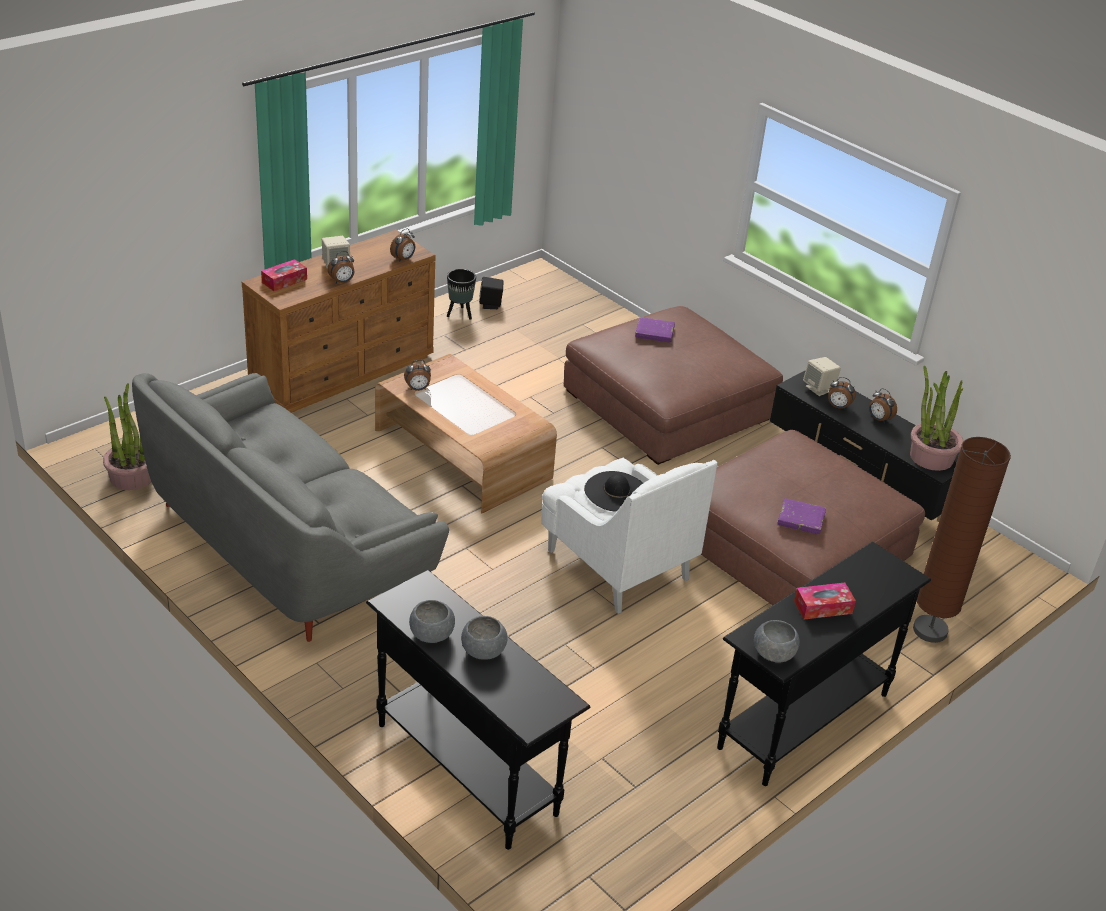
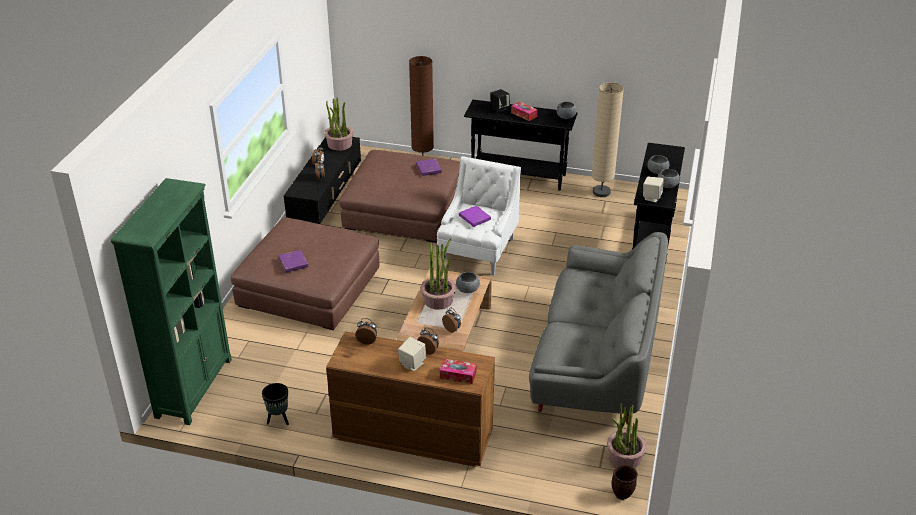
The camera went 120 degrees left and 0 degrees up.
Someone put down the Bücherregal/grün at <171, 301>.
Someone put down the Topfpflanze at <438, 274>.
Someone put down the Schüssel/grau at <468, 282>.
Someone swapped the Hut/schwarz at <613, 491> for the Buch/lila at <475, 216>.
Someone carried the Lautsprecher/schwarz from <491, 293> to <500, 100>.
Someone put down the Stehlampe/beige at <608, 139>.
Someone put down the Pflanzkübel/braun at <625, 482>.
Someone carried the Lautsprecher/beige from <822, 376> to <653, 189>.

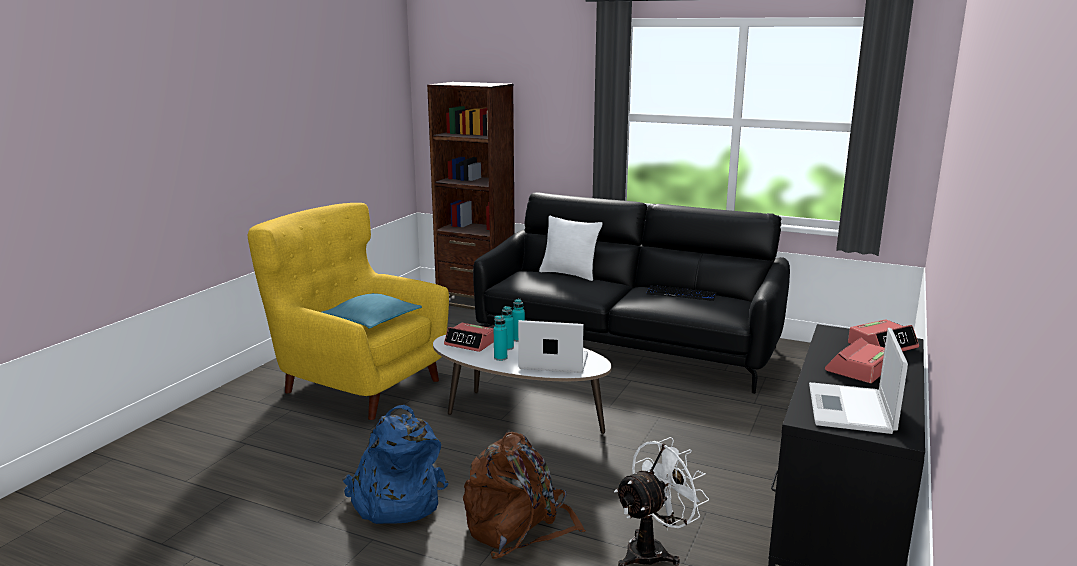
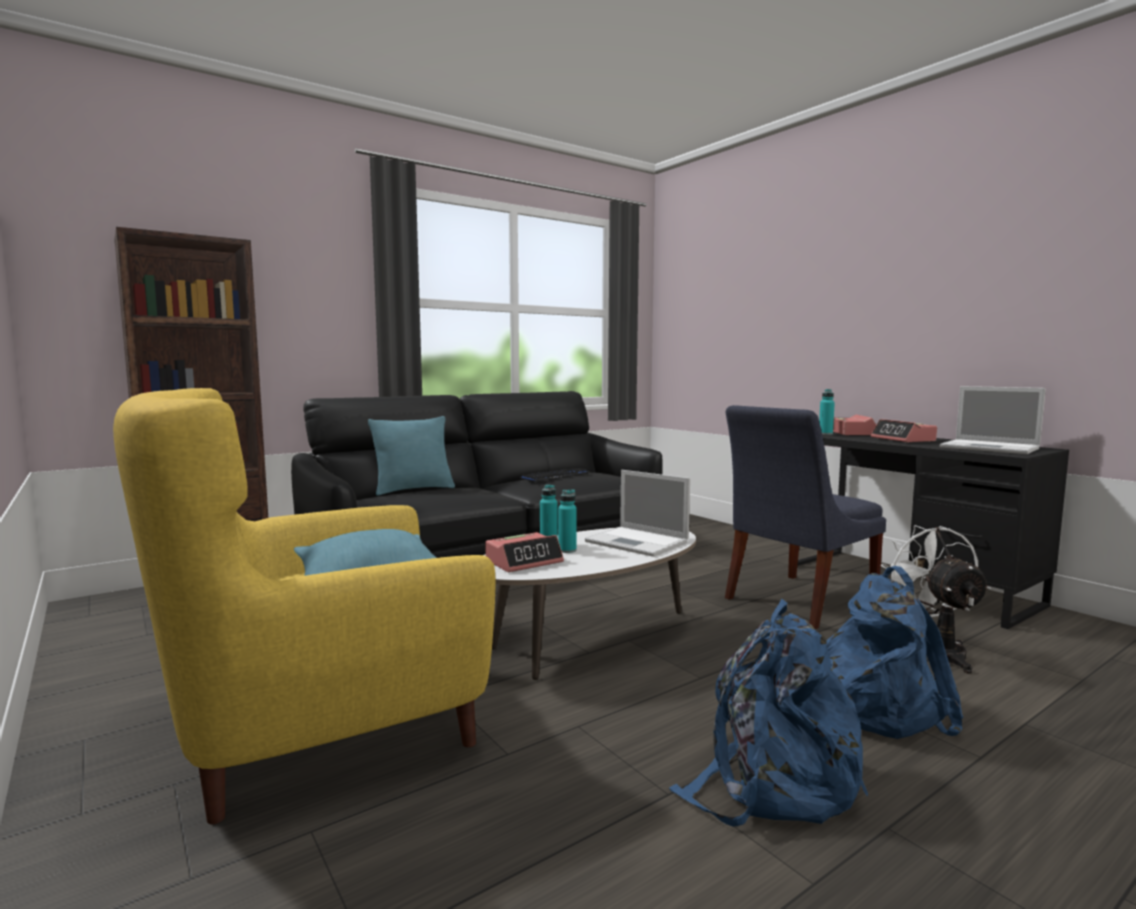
The camera went 60 degrees left and 10 degrees down.
Someone repainted the Kissen/weiß at <571, 248>, which became the Kissen/türkis at <411, 455>.
Someone rotated the Laptop at <553, 346> by 90 degrees counterclockwise.
Someone put down the Stuhl/blau at <805, 517>.
Someone carried the Flasche/türkis from <500, 338> to <827, 412>.
Someone repainted the Rucksack/braun at <524, 495>, which became the Rucksack/blau at <895, 652>.

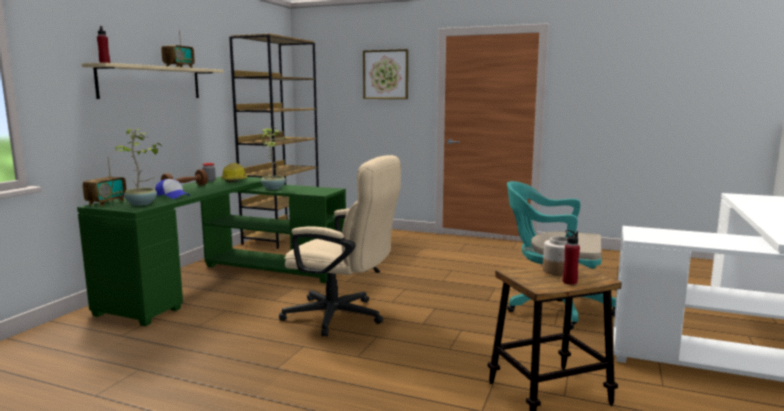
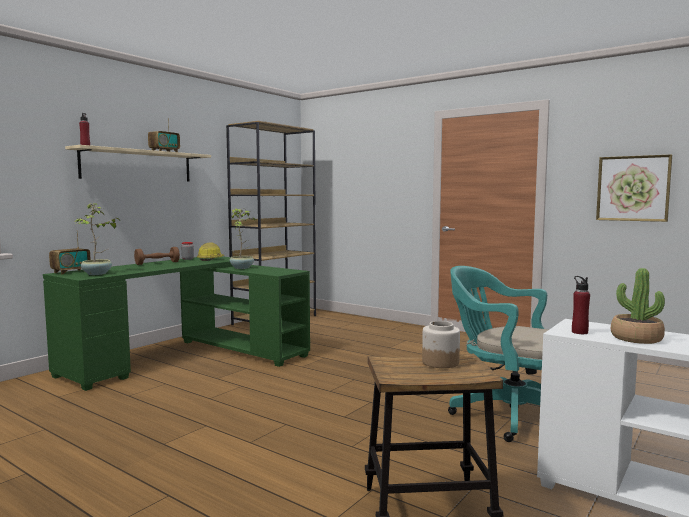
The camera went 15 degrees right and 5 degrees down.
Someone carried the Flasche/rot from <571, 257> to <581, 305>.
Someone carried the Bild from <385, 74> to <634, 188>.
Someone put down the Topfpflanze at <638, 306>.
Someone took away the Kappe at <172, 189>.
Someone took away the Bürostuhl/beige at <340, 246>.

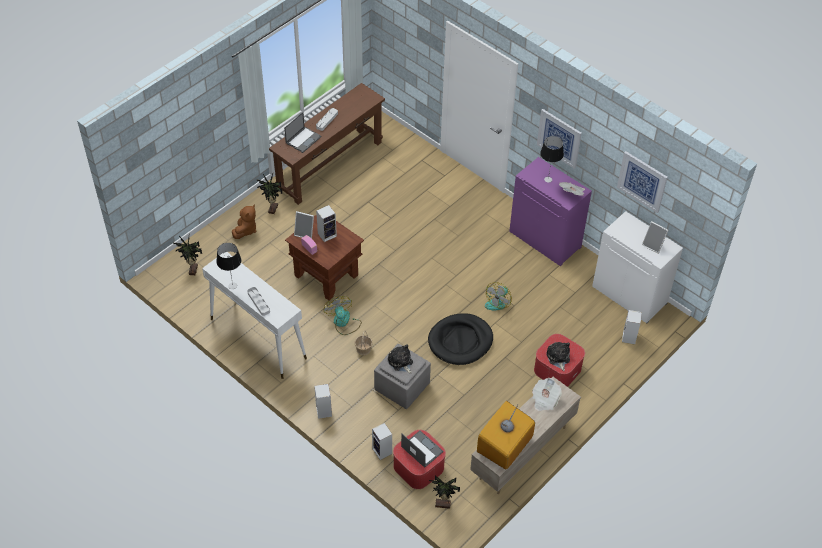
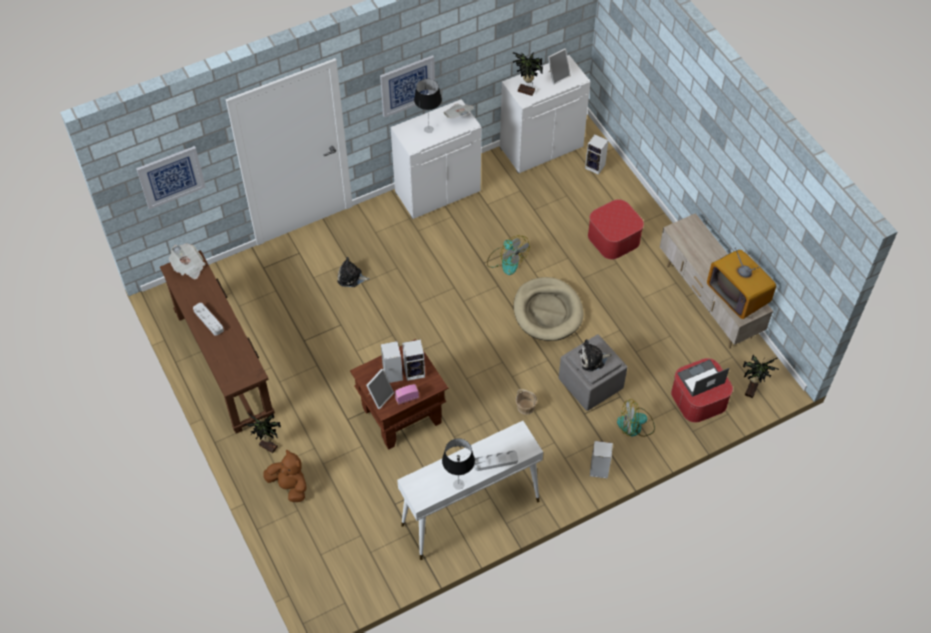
The camera went 70 degrees left and 5 degrees up.
Someone carried the Bild from <642, 182> to <171, 178>.
Someone carried the Zeitung from <547, 394> to <187, 261>.
Someone carried the Plüschtier from <558, 356> to <353, 272>.
Someone repainted the Schrank/lila at <550, 211>, which became the Schrank/weiß at <436, 159>.
Someone carried the Lautsprecher from <382, 441> to <413, 360>.
Someone carried the Topfpflanze from <187, 254> to <528, 74>.
Someone repainted the Hundebett/schwarz at <460, 339>, which became the Hundebett/beige at <548, 309>.
Someone carried the Ventilator from <343, 315> to <636, 418>.
Someone took away the Laptop at <302, 132>.

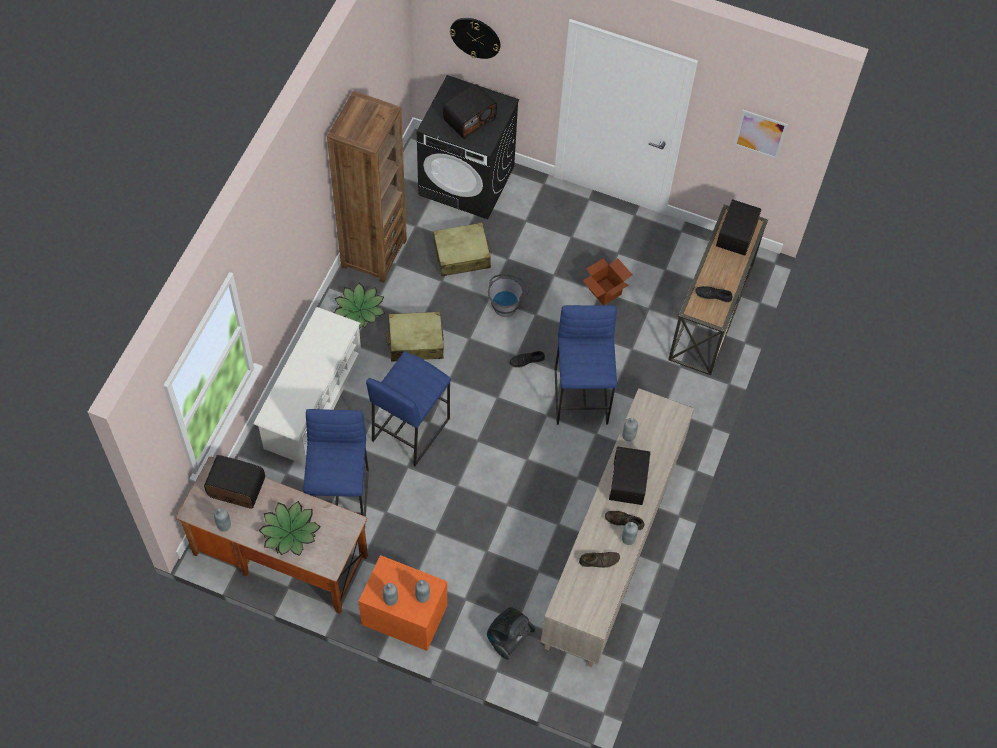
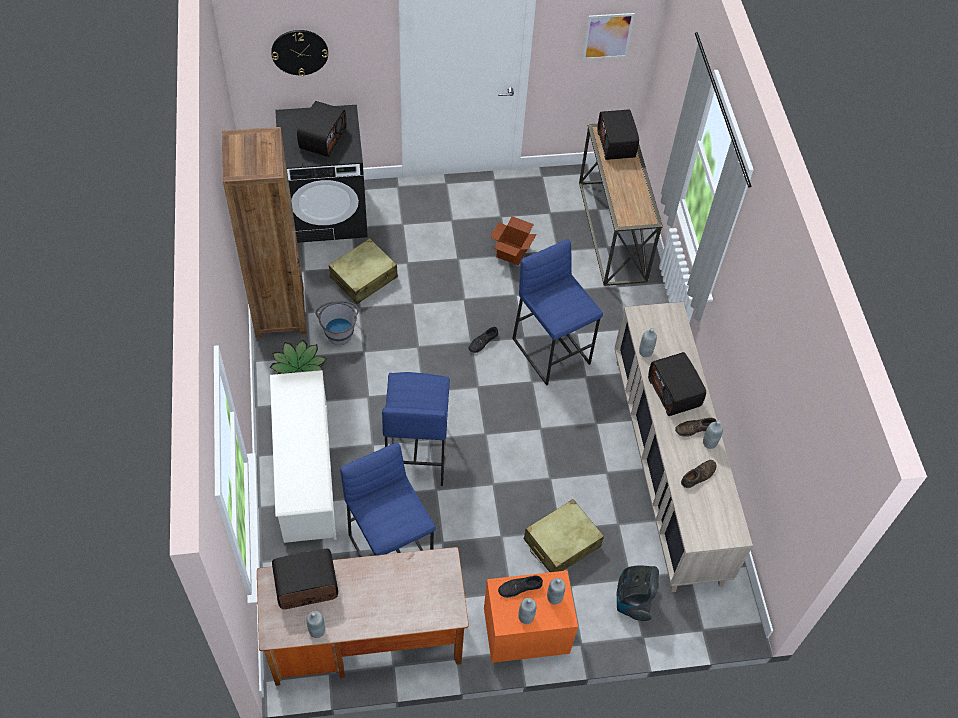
The camera went 30 degrees left and 5 degrees down.
Someone carried the Eimer/grau from <508, 295> to <337, 323>.
Someone carried the Schuh/schwarz from <714, 294> to <520, 587>.
Someone carried the Koffer/beige from <414, 336> to <564, 535>.
Someone took away the Topfpflanze at <290, 528>.

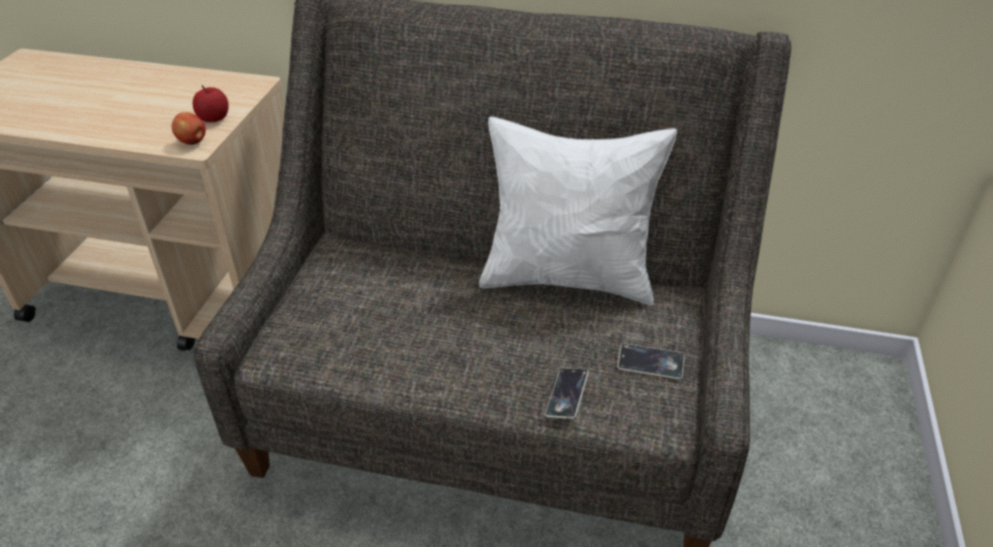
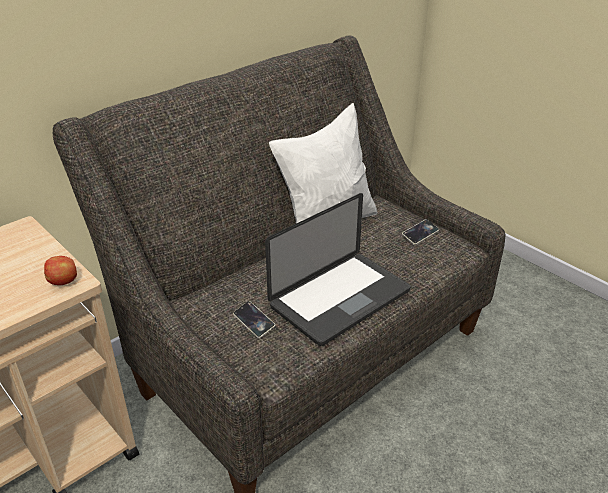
The camera went 55 degrees left and 5 degrees down.
Someone carried the Handy from <567, 394> to <254, 319>.
Someone put down the Laptop at <338, 269>.
Someone took away the Apfel at <211, 103>.

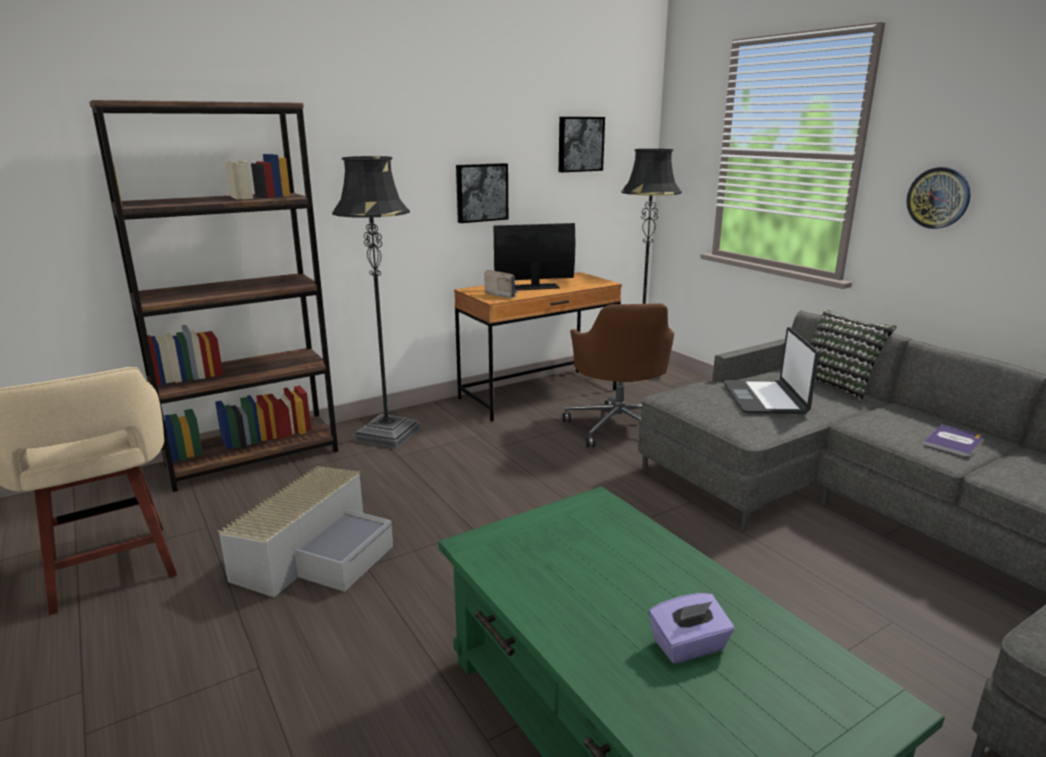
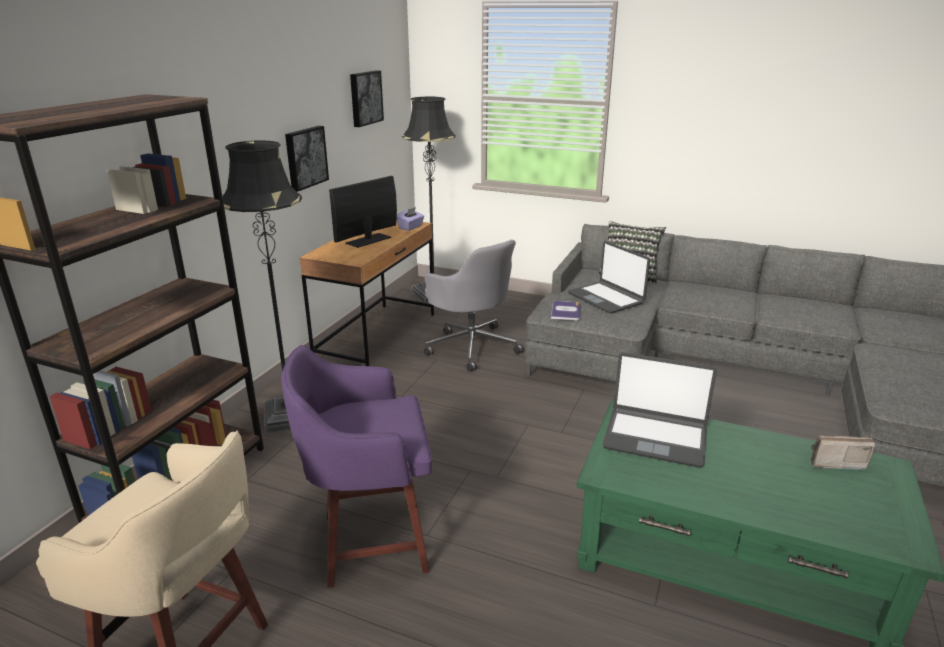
The camera went 35 degrees left and 5 degrees up.
Someone swapped the Aufbewahrungsbox/grau at <305, 531> for the Hocker/lila at <356, 466>.
Someone carried the Taschentuchbox/lila from <692, 628> to <410, 219>.
Someone repainted the Bürostuhl/braun at <618, 375>, which became the Bürostuhl/grau at <474, 306>.
Someone carried the Buch from <953, 440> to <566, 311>.
Someone put down the Laptop at <660, 410>.
Someone carried the Radio from <501, 284> to <843, 452>.
Someone took away the Wanduhr at <939, 198>.

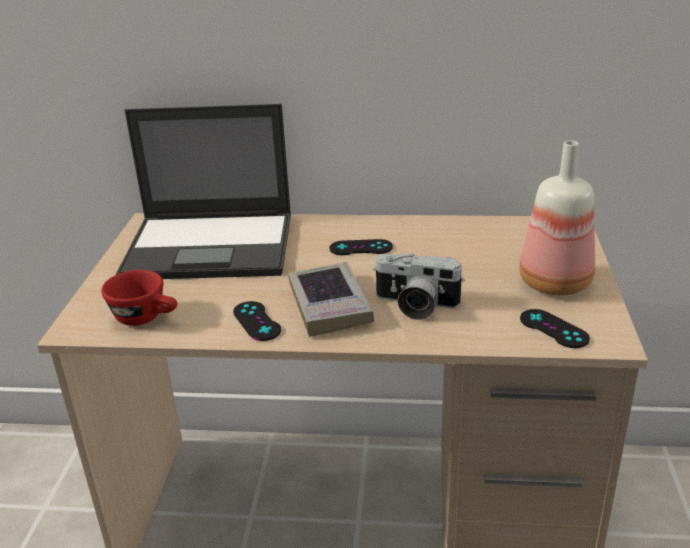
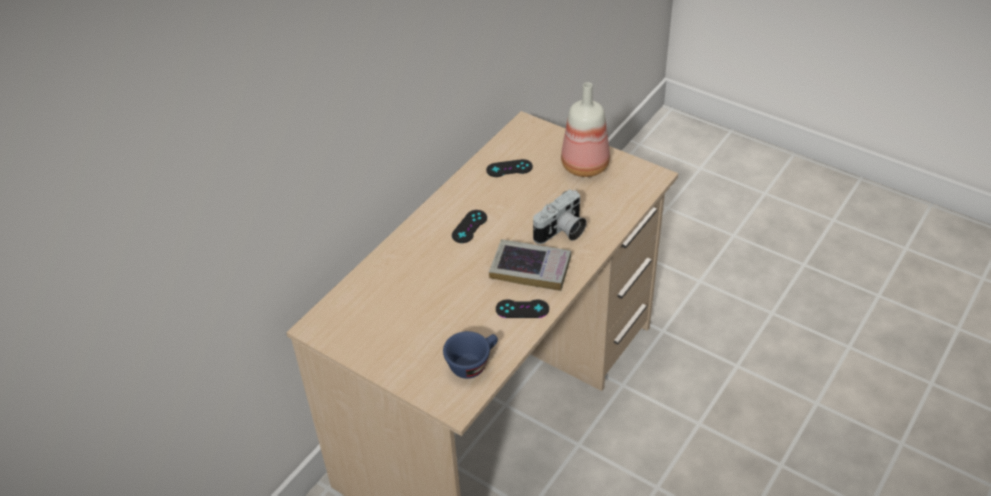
The camera went 60 degrees left and 15 degrees up.
Someone repainted the Tasse/rot at <139, 298>, which became the Tasse/blau at <470, 355>.
Someone carried the Gamepad/schwarz from <555, 328> to <509, 168>.
Someone took away the Laptop at <203, 191>.

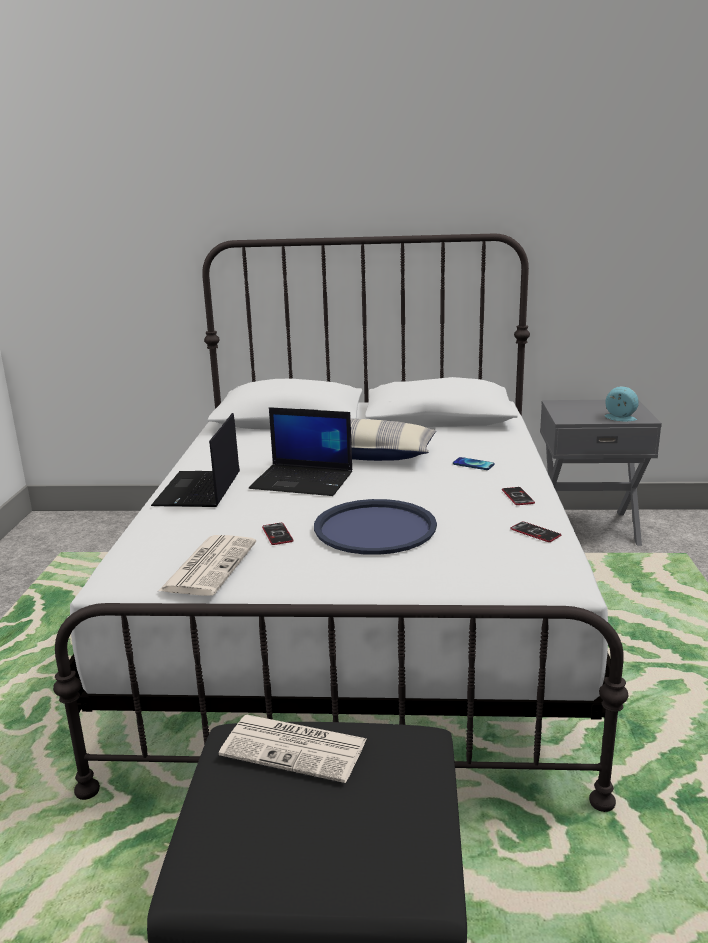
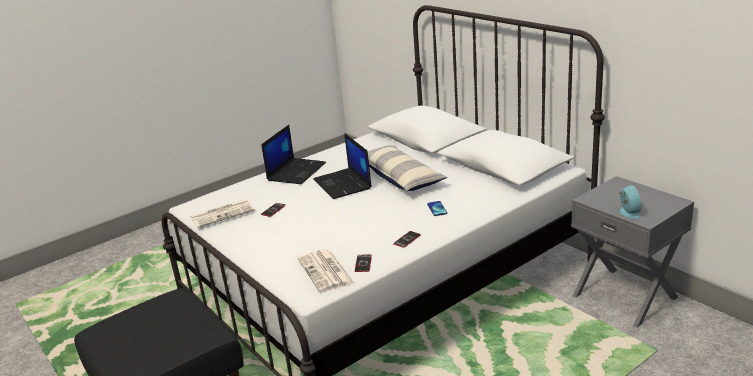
The camera went 50 degrees right and 5 degrees up.
Someone rotated the Laptop at <195, 460> by 150 degrees clockwise.
Someone carried the Zeitung from <293, 749> to <325, 270>.
Someone took away the Tablett/blau at <375, 527>.

